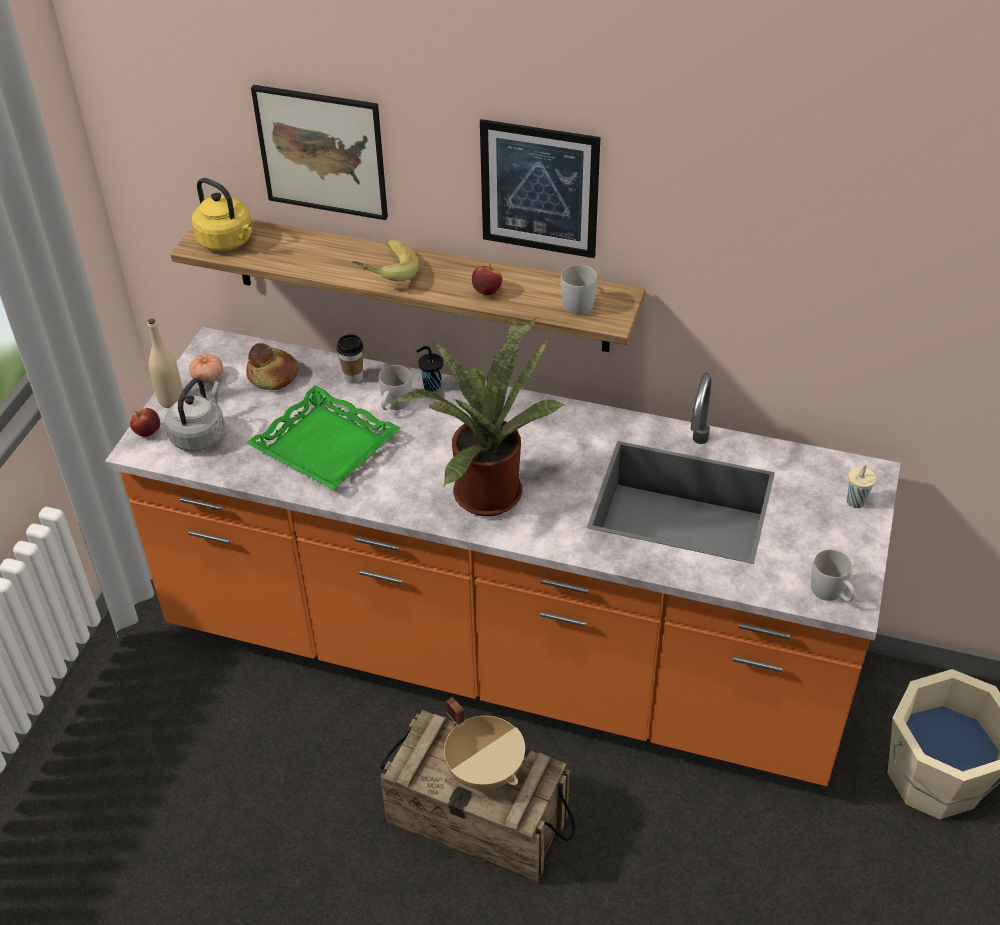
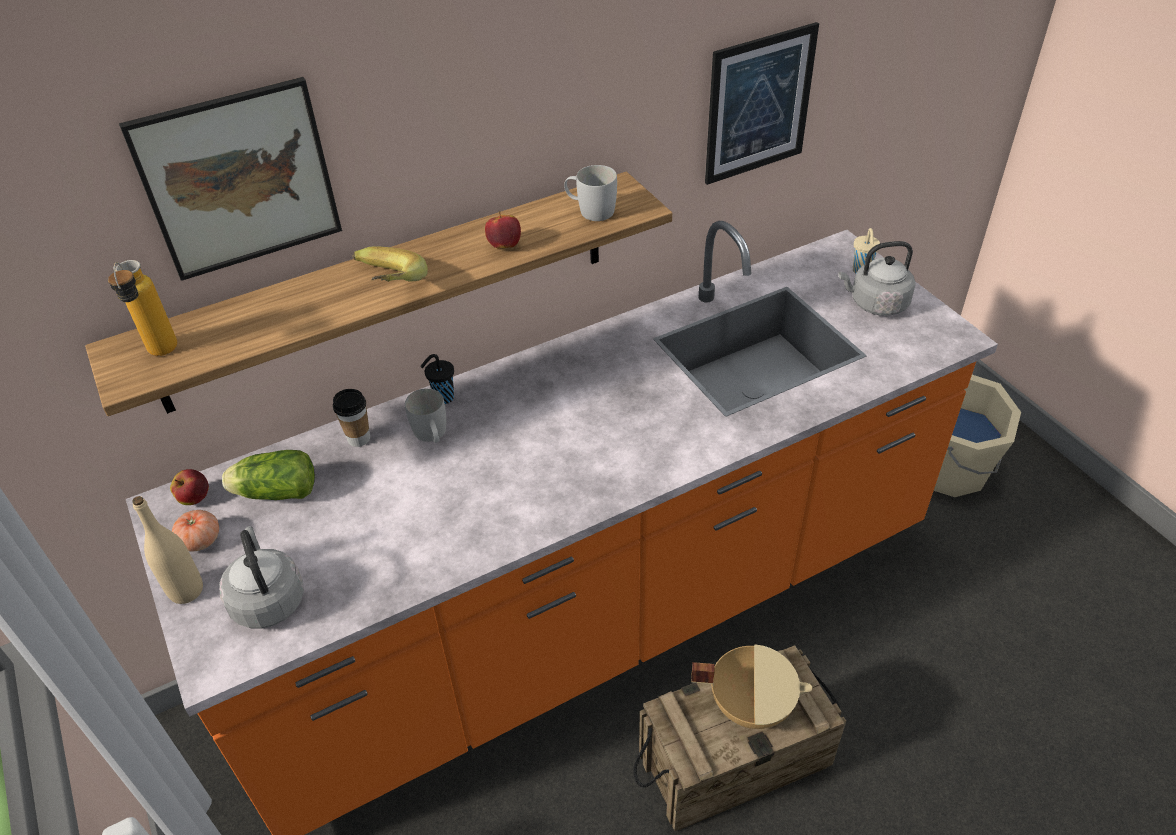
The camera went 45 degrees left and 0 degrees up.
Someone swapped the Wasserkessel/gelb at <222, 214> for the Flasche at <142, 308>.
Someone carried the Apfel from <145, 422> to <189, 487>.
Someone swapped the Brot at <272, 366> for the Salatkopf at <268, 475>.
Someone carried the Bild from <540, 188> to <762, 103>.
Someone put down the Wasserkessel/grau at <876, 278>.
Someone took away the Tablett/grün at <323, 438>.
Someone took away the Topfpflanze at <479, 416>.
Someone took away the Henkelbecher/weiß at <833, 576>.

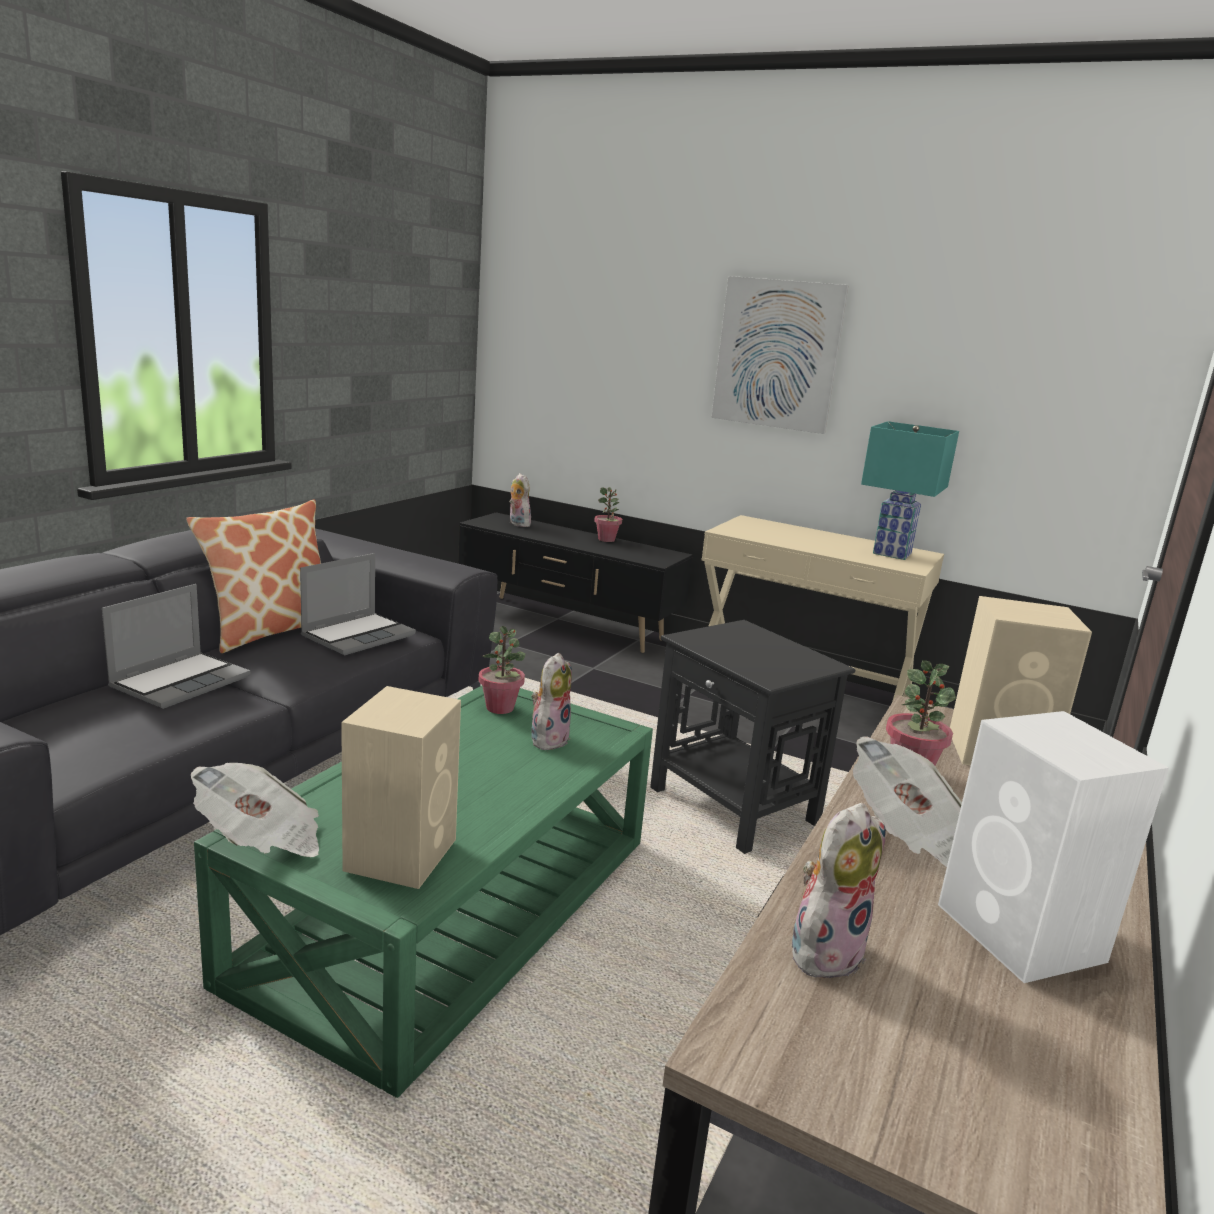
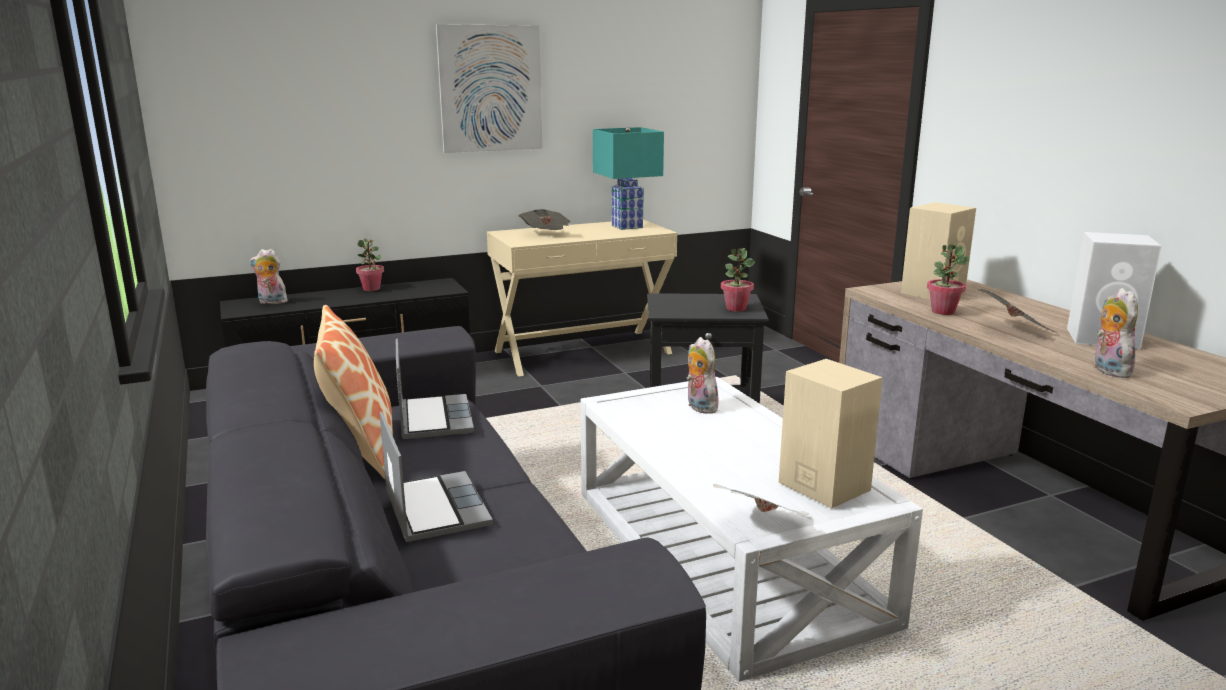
The camera went 50 degrees left and 0 degrees up.
Someone put down the Zeitung at <544, 219>.
Someone repainted the Couchtisch/grün at <423, 892>, which became the Couchtisch/weiß at <751, 529>.
Someone carried the Topfpflanze from <501, 670> to <738, 280>.

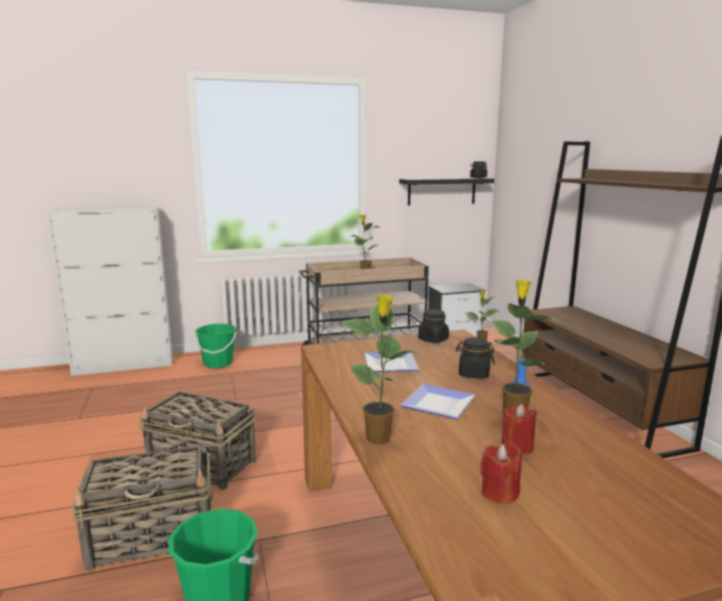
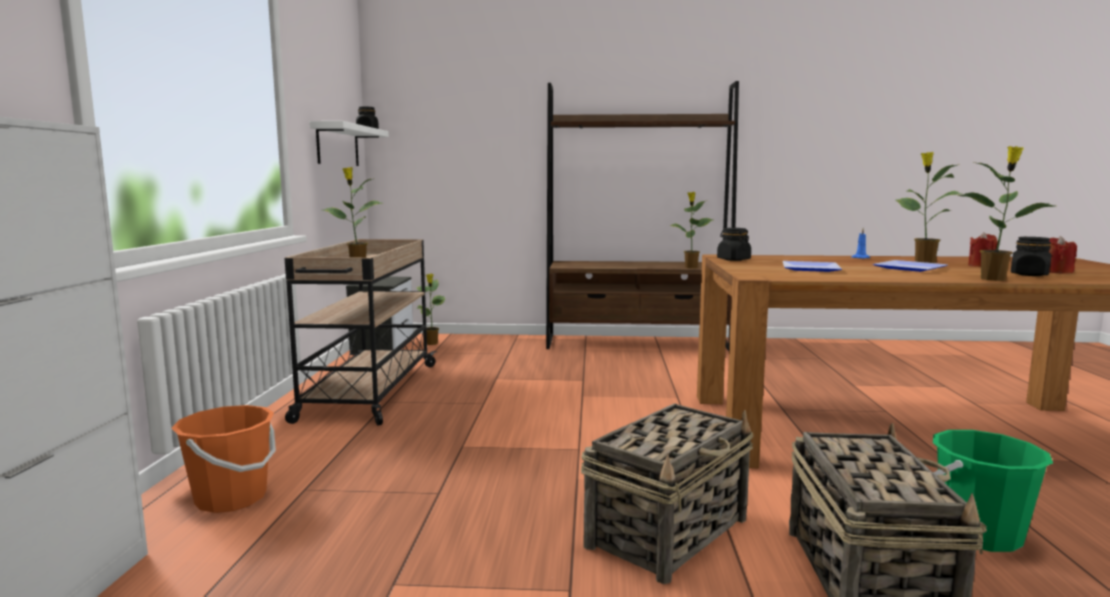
The camera went 70 degrees left and 5 degrees down.
Someone repainted the Eimer/grün at <215, 346>, which became the Eimer/orange at <224, 459>.
Someone repainted the Wandregal/schwarz at <446, 191>, which became the Wandregal/weiß at <349, 143>.
Someone put down the Topfpflanze at <691, 230>.
Someone carried the Vorratsglas/schwarz from <475, 358> to <1031, 256>.

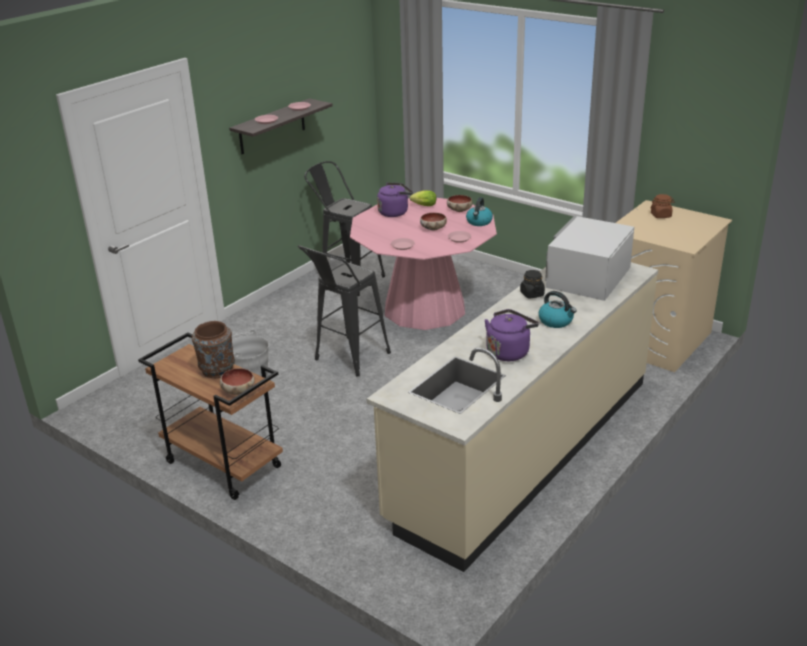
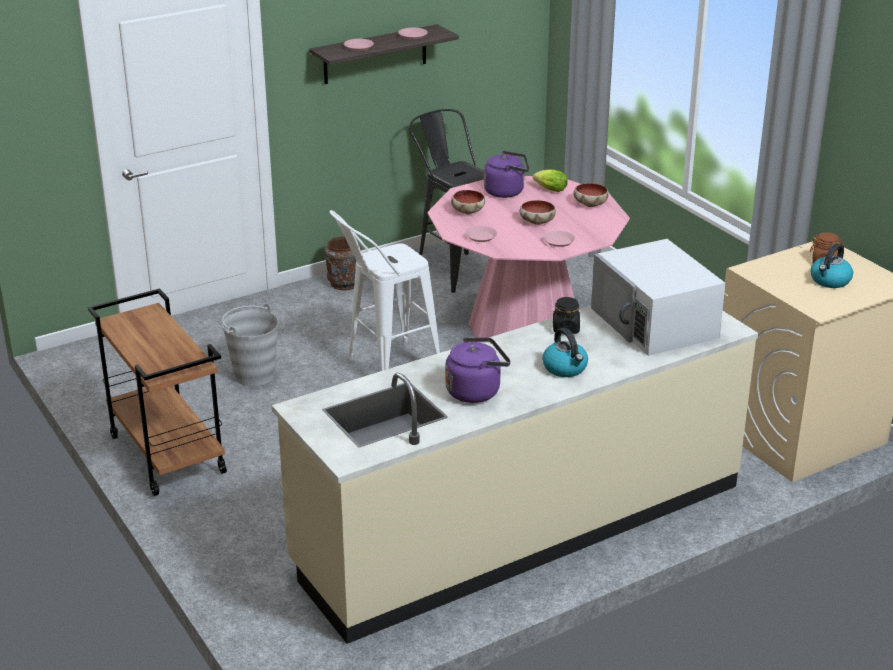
The camera went 20 degrees right and 0 degrees up.
Someone carried the Vase/braun from <213, 349> to <342, 263>.
Someone repainted the Hocker/schwarz at <344, 311>, which became the Hocker/weiß at <385, 290>.
Someone carried the Schüssel from <237, 381> to <468, 202>.
Someone rotated the Mikrowelle/weiß at <589, 258> by 75 degrees counterclockwise.
Someone carried the Wasserkessel from <479, 211> to <831, 265>.

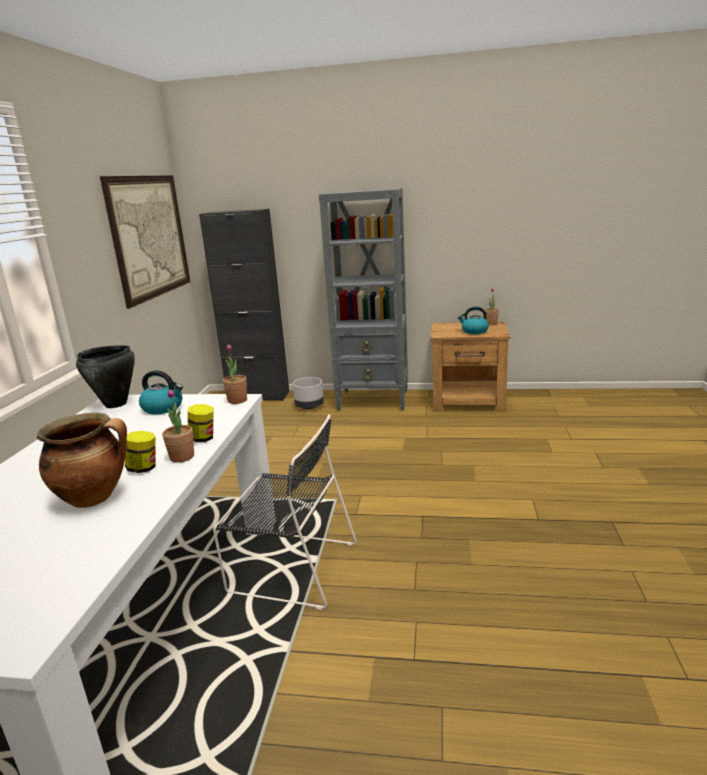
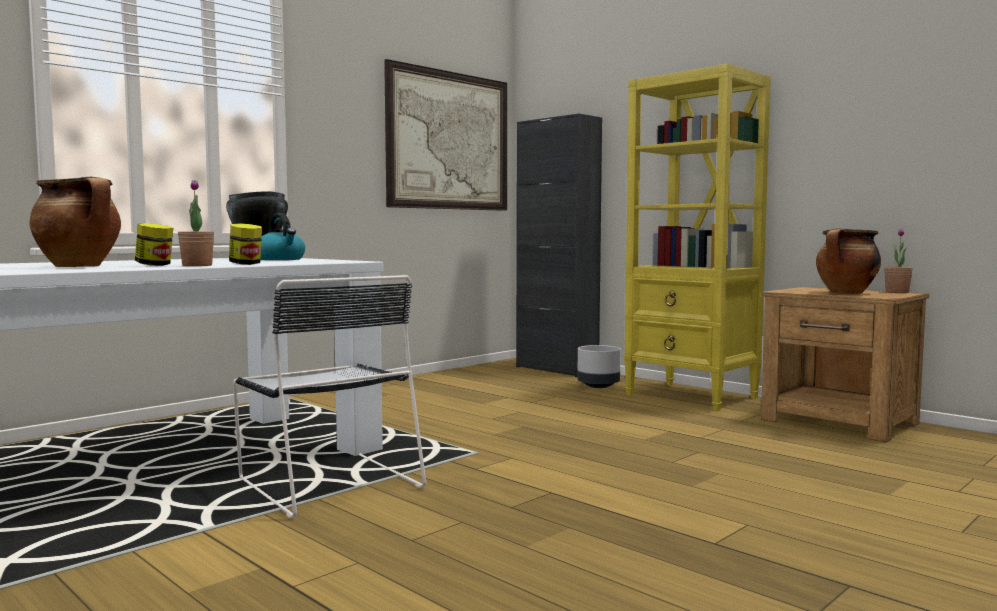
The camera went 35 degrees right and 15 degrees down.
Someone repainted the Bücherregal/grau at <363, 299>, which became the Bücherregal/gelb at <697, 237>.
Someone swapped the Wasserkessel at <473, 320> for the Kochtopf at <848, 261>.
Someone took away the Topfpflanze at <235, 374>.

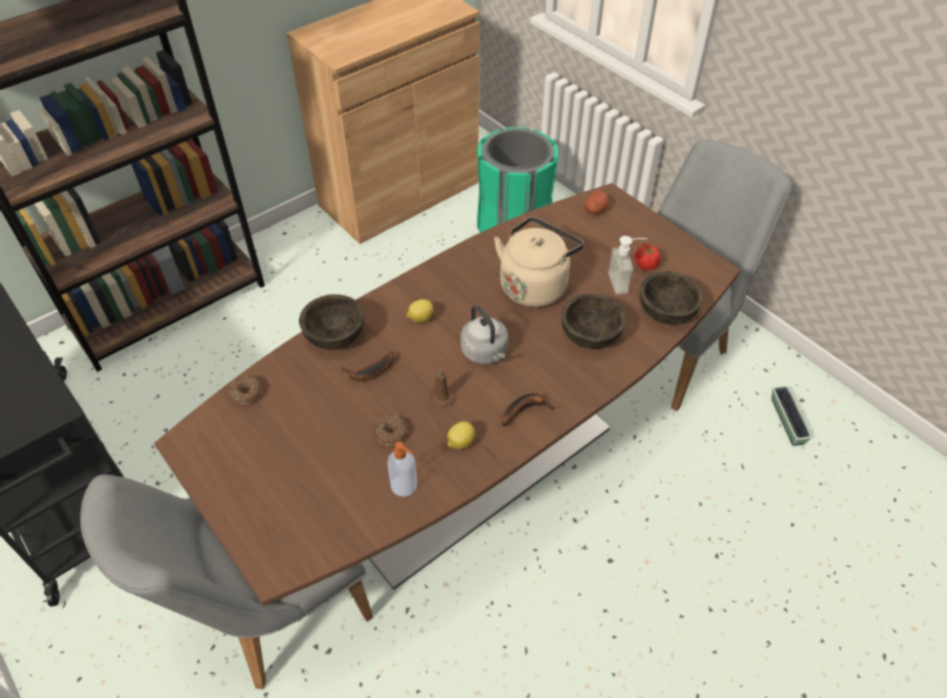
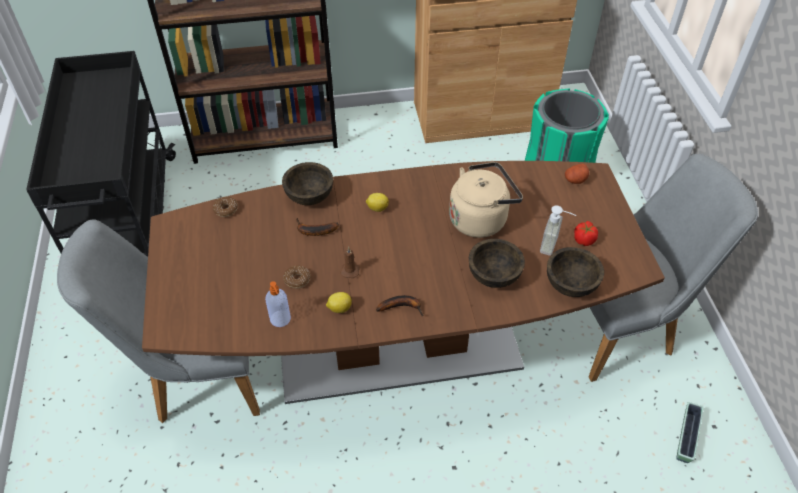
The camera went 30 degrees right and 0 degrees up.
Someone took away the Wasserkessel/grau at <484, 334>.

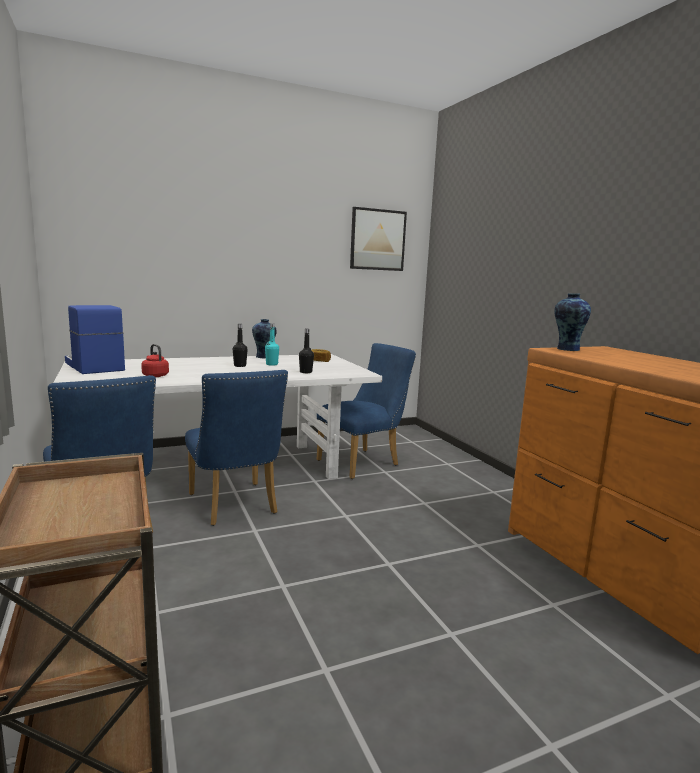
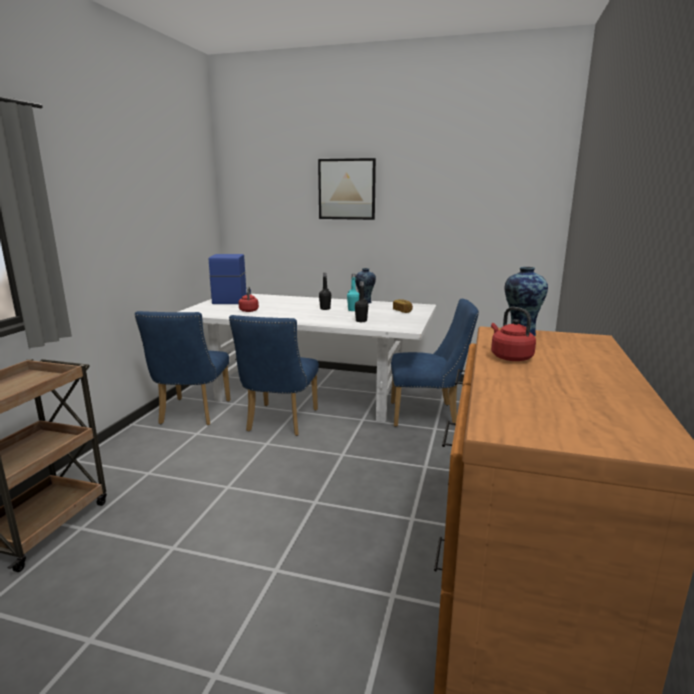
The camera went 40 degrees right and 5 degrees up.
Someone carried the Bild from <378, 239> to <347, 189>.
Someone put down the Wasserkessel/rot at <513, 334>.

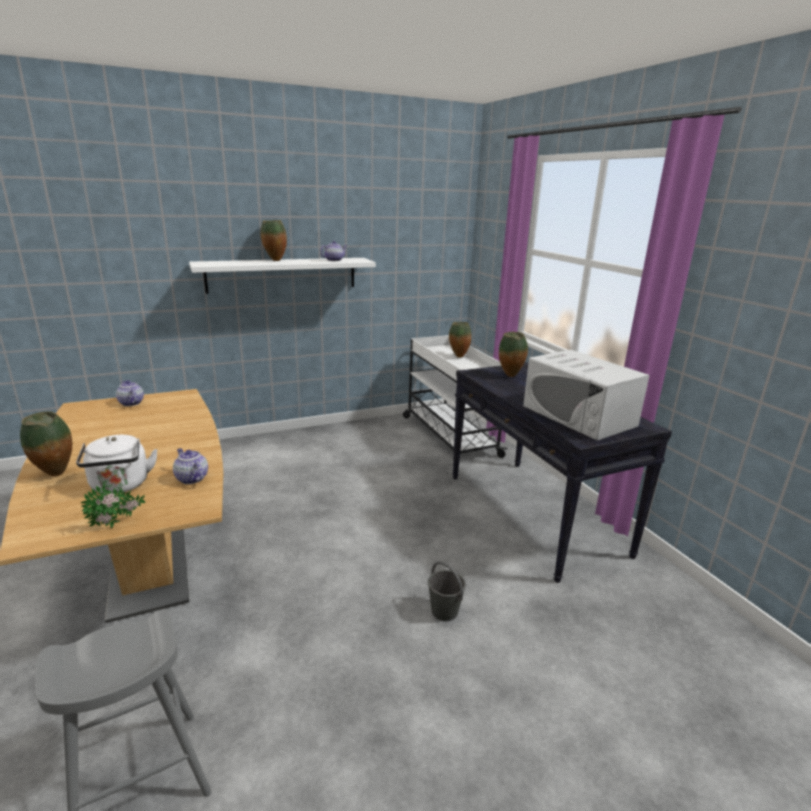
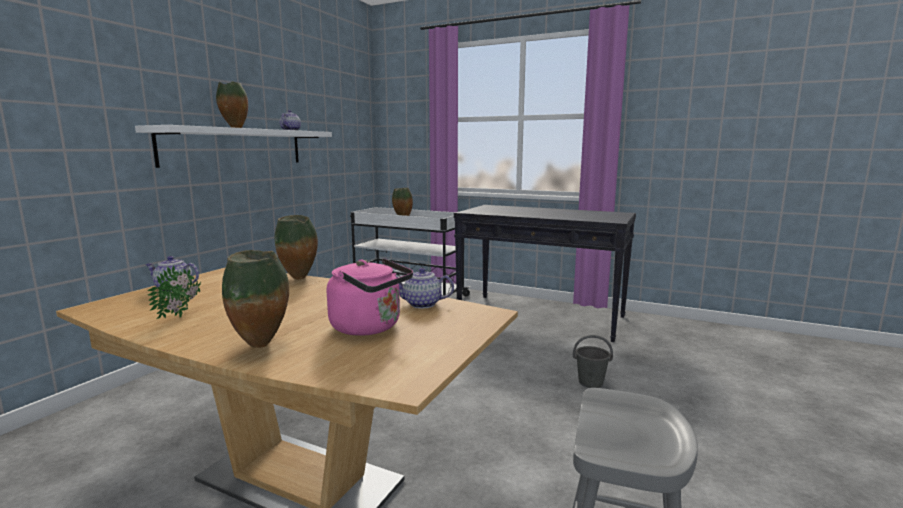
The camera went 40 degrees left and 10 degrees down.
Someone carried the Topfpflanze from <113, 506> to <174, 292>.
Someone carried the Vase from <513, 354> to <296, 247>.
Someone repainted the Wasserkessel/weiß at <117, 464>, which became the Wasserkessel/rosa at <370, 297>.
Someone took away the Mikrowelle/weiß at <586, 395>.

